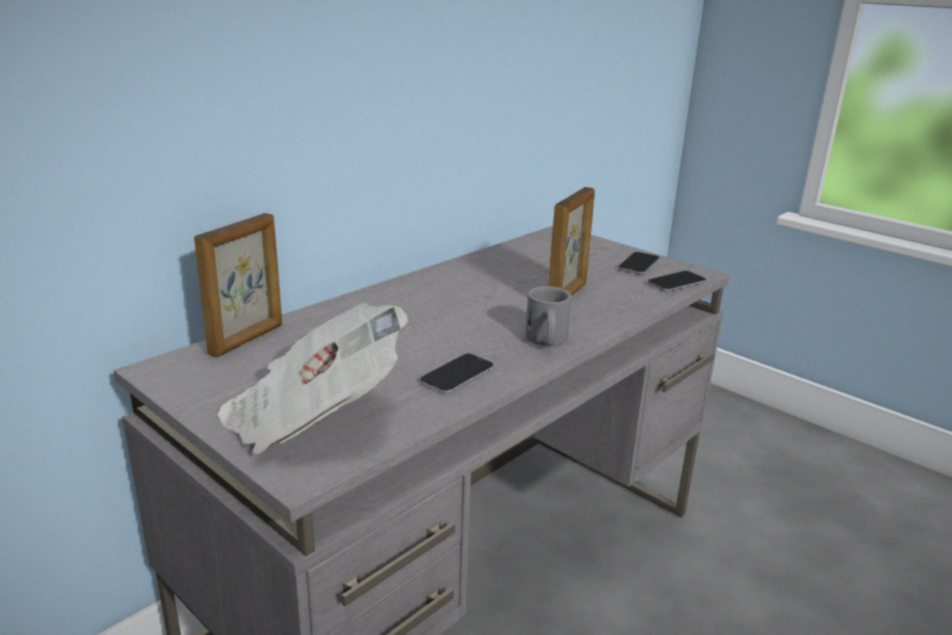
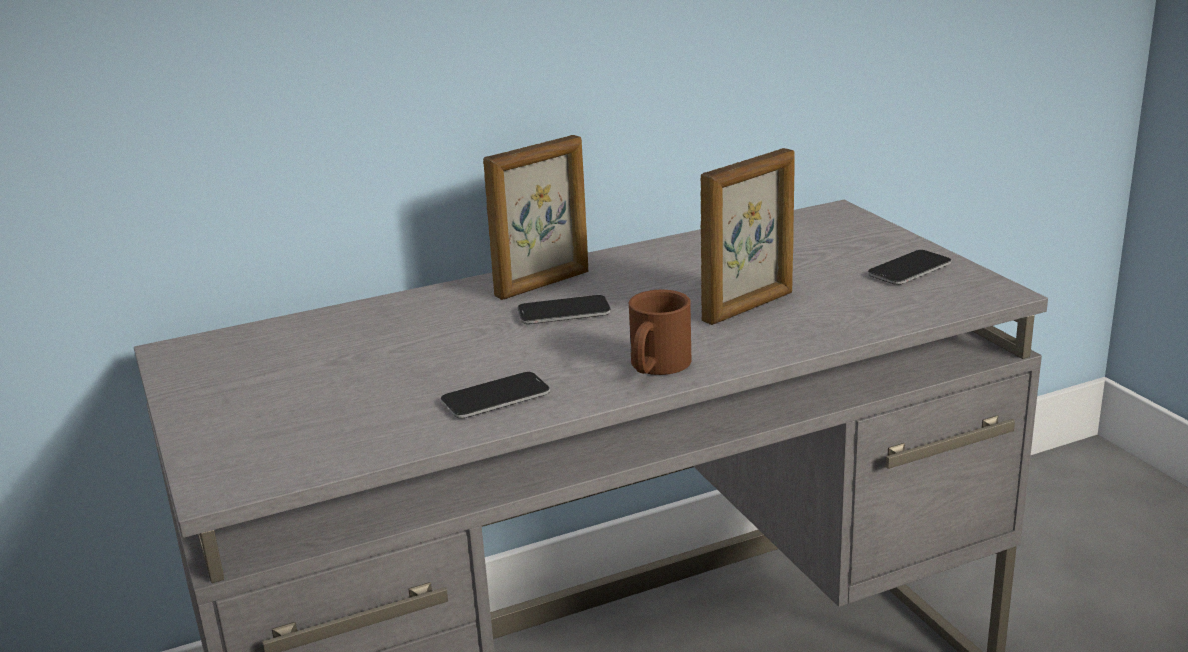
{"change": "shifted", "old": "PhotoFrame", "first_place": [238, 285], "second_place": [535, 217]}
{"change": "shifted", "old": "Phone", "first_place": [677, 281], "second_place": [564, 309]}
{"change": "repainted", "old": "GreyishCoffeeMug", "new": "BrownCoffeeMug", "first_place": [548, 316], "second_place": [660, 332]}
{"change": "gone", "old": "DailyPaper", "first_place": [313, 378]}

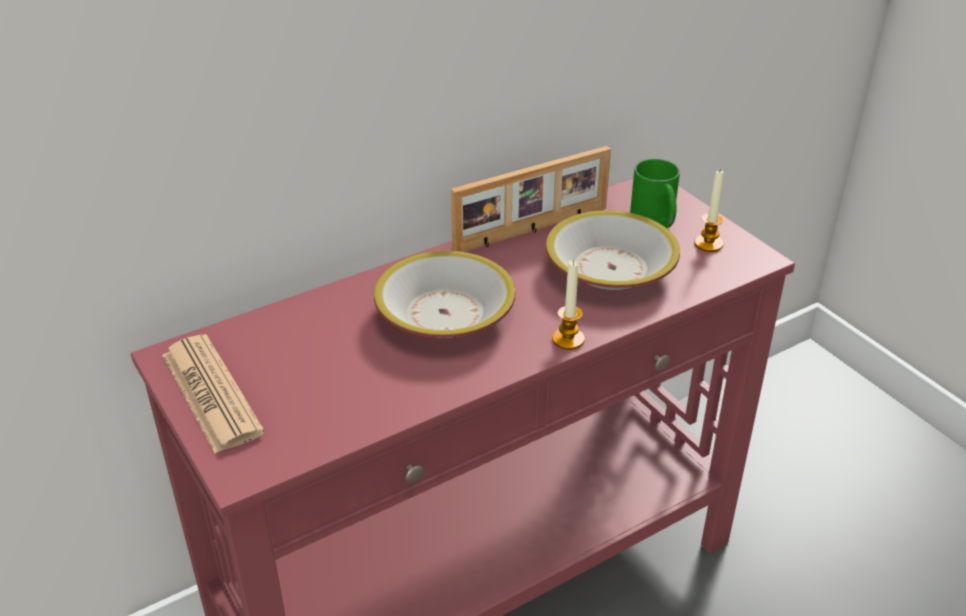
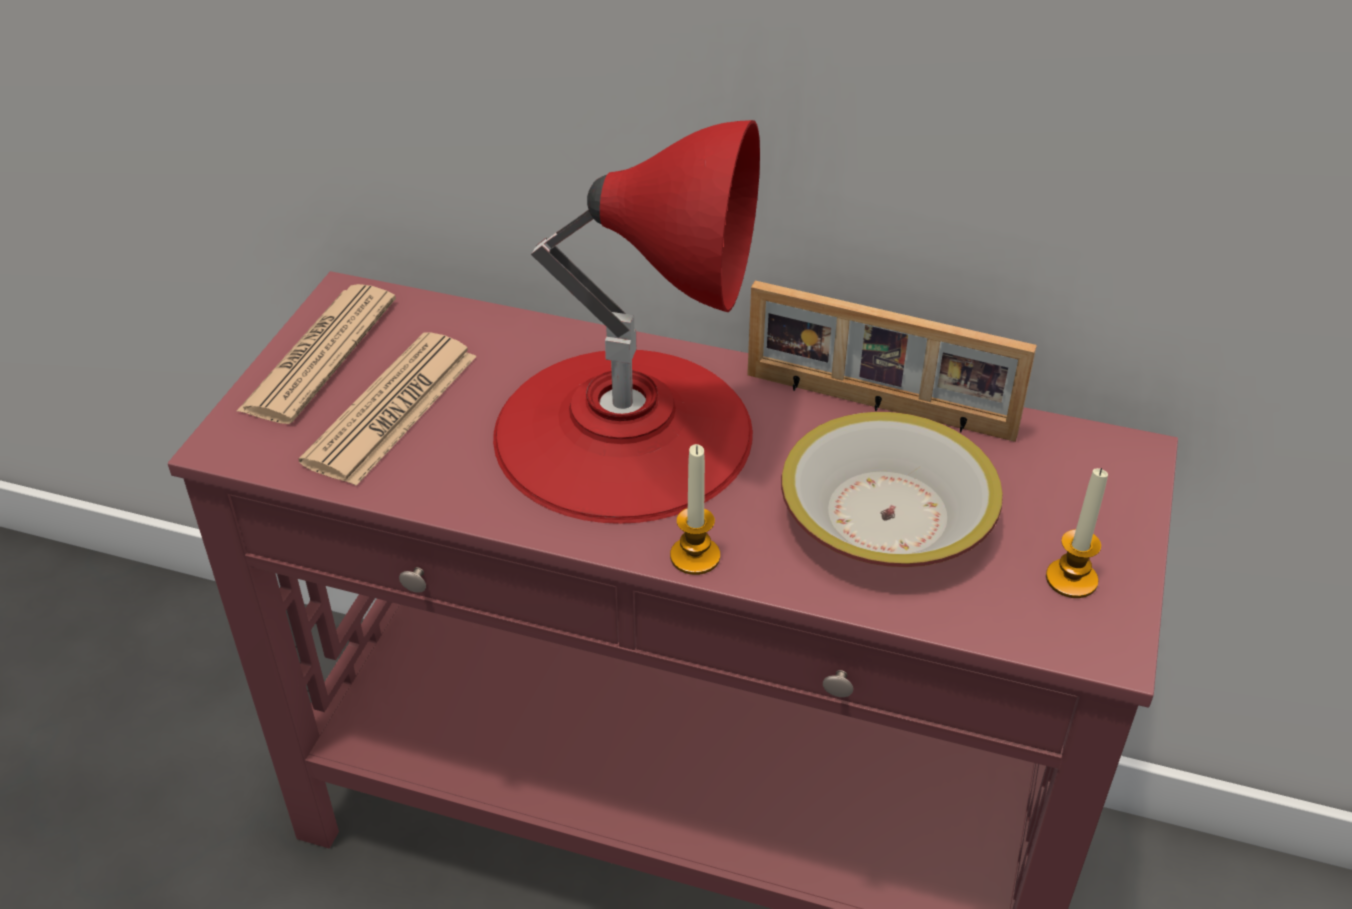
{"change": "new", "new": "DailyPaper", "second_place": [387, 409]}
{"change": "swapped", "old": "DeepDish", "new": "ReddishTableLamp", "first_place": [445, 294], "second_place": [626, 322]}
{"change": "gone", "old": "GreenColouredCoffeeMug", "first_place": [655, 193]}

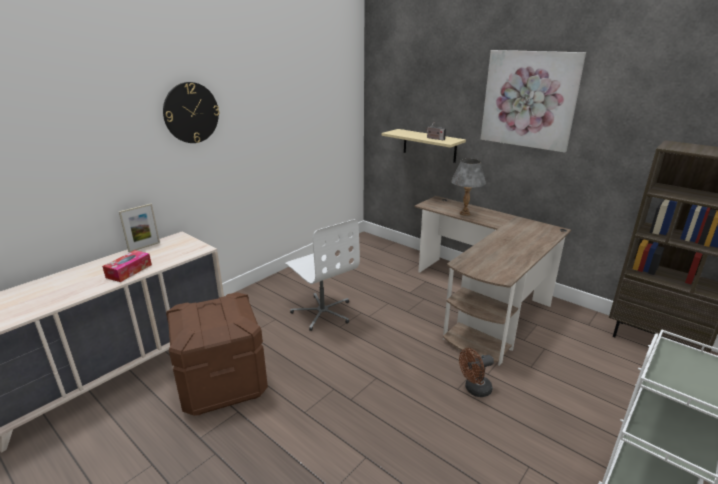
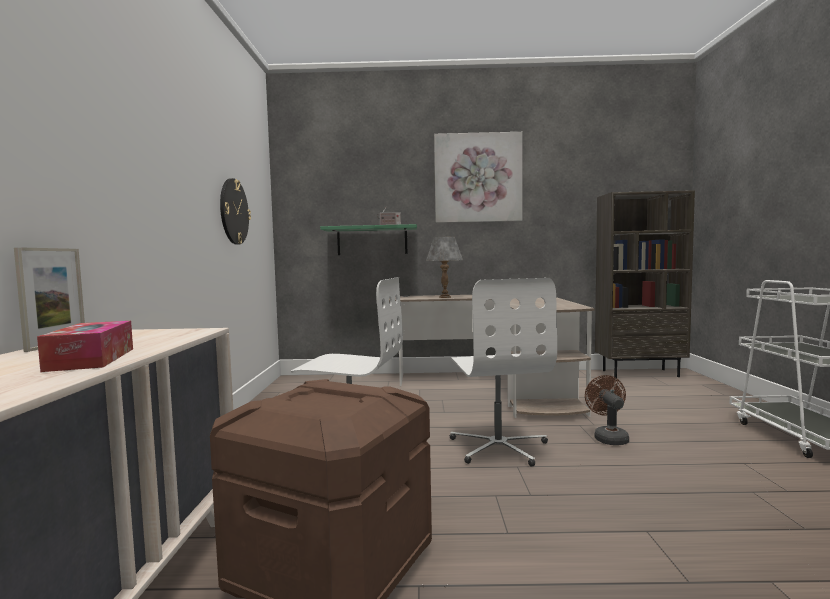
{"change": "shifted", "old": "ClockOnTheWall", "first_place": [191, 112], "second_place": [235, 211]}
{"change": "repainted", "old": "SandColouredBracketShelf", "new": "GreenColouredBracketShelf", "first_place": [423, 146], "second_place": [368, 239]}
{"change": "new", "new": "WhitishOfficeChair", "second_place": [503, 372]}
{"change": "rotated", "old": "BrownFan", "first_place": [476, 372], "second_place": [607, 410], "degrees": 150}

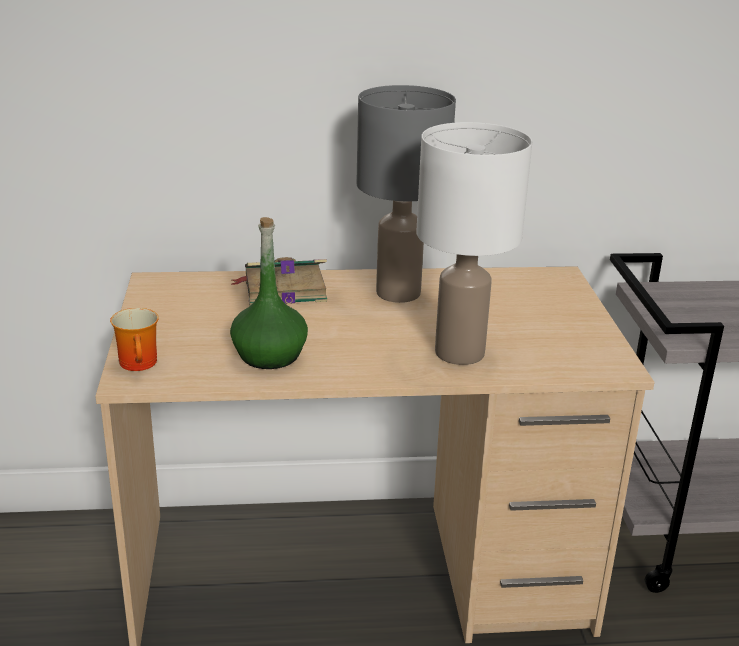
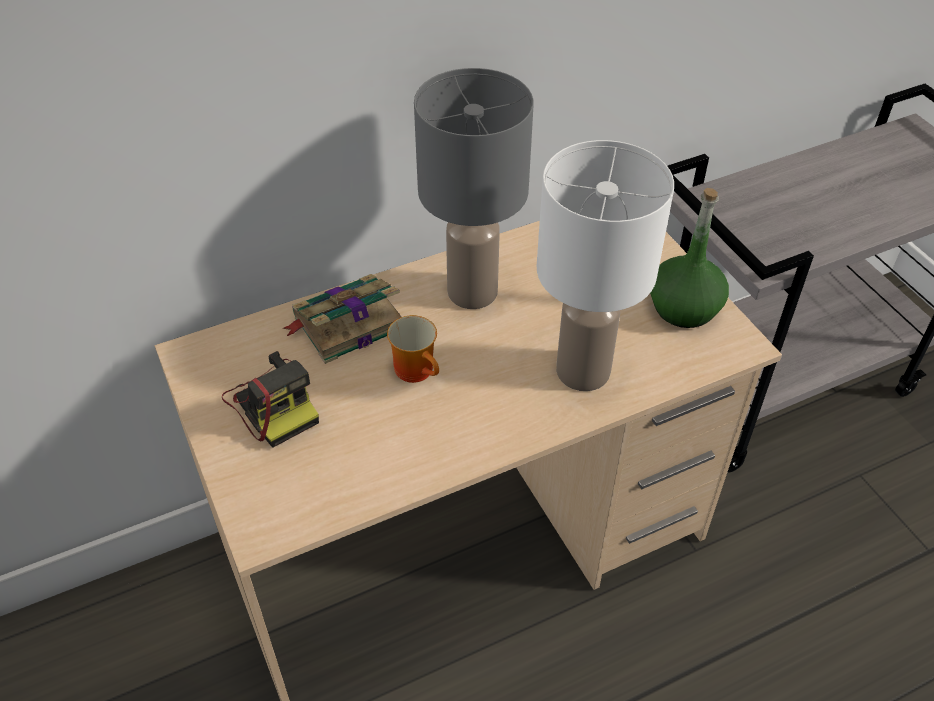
{"change": "new", "new": "PhotoCamera", "second_place": [270, 399]}
{"change": "shifted", "old": "CoffeeMug", "first_place": [134, 339], "second_place": [413, 349]}
{"change": "shifted", "old": "GreenColouredBottle", "first_place": [269, 293], "second_place": [689, 258]}

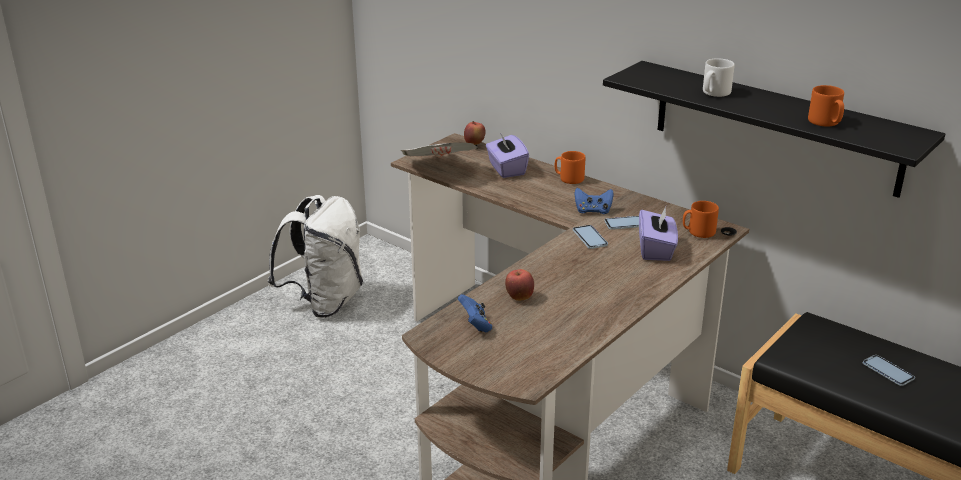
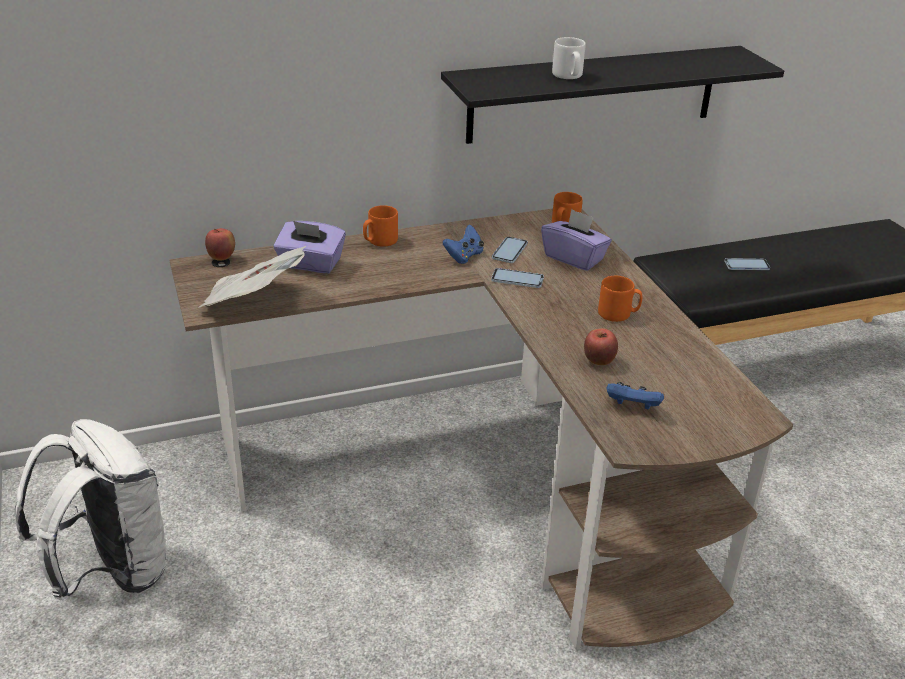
{"change": "shifted", "old": "OrangeColouredCoffeeMug", "first_place": [826, 105], "second_place": [620, 299]}

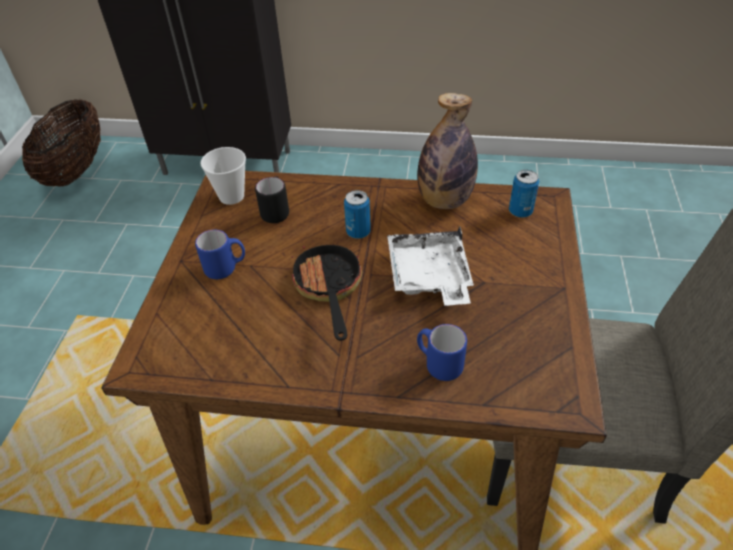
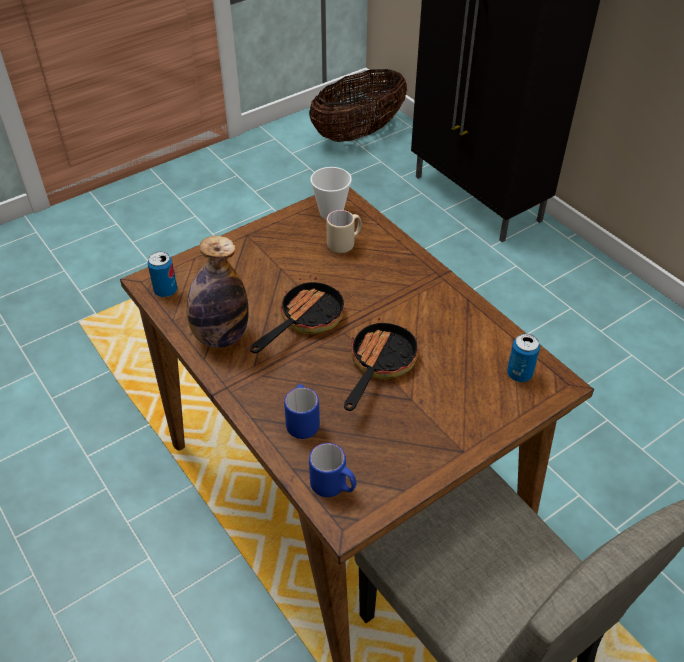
{"change": "shifted", "old": "MetalCan", "first_place": [357, 214], "second_place": [162, 274]}
{"change": "shifted", "old": "Bottle", "first_place": [447, 151], "second_place": [218, 292]}
{"change": "shifted", "old": "BlueCoffeeMug", "first_place": [220, 254], "second_place": [332, 470]}
{"change": "repainted", "old": "BlackCoffeeMug", "new": "SandColouredCoffeeMug", "first_place": [272, 200], "second_place": [344, 231]}
{"change": "swapped", "old": "WhitishCarryingTray", "new": "Pan", "first_place": [430, 266], "second_place": [381, 364]}

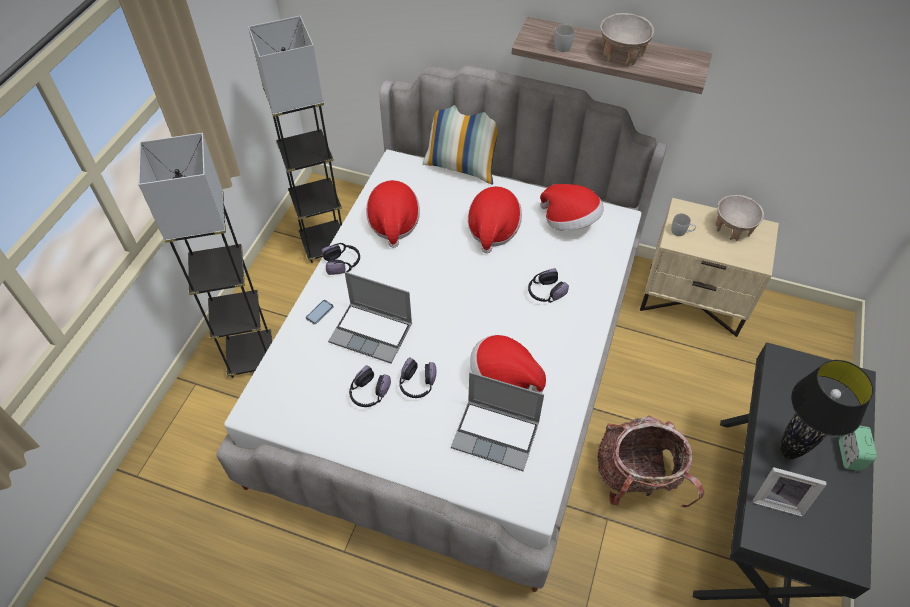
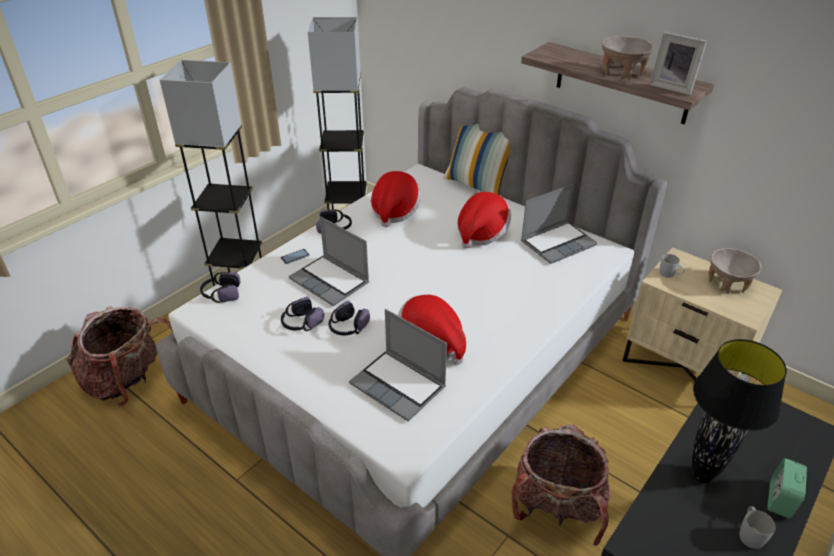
{"change": "new", "new": "Backpack", "second_place": [119, 356]}
{"change": "shifted", "old": "Headset", "first_place": [548, 285], "second_place": [220, 287]}
{"change": "swapped", "old": "Hat", "new": "PortableComputer", "first_place": [572, 207], "second_place": [559, 224]}
{"change": "shifted", "old": "PhotoFrame", "first_place": [790, 492], "second_place": [678, 63]}
{"change": "shifted", "old": "WhitishCoffeeMug", "first_place": [564, 38], "second_place": [757, 527]}

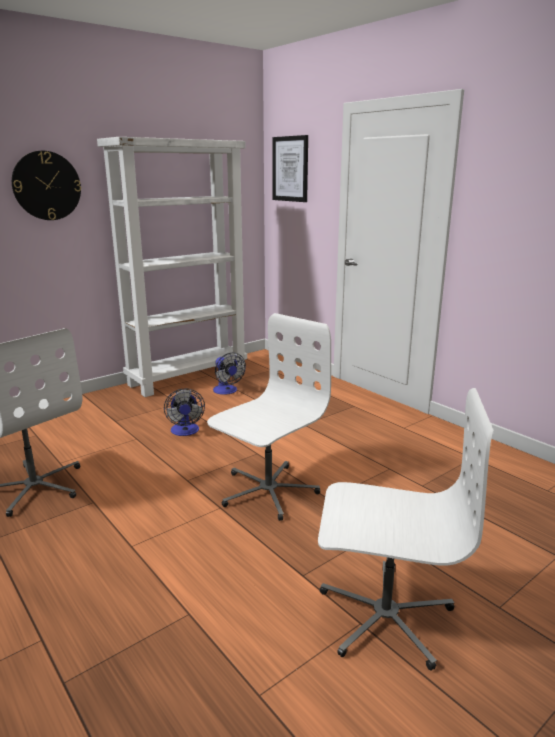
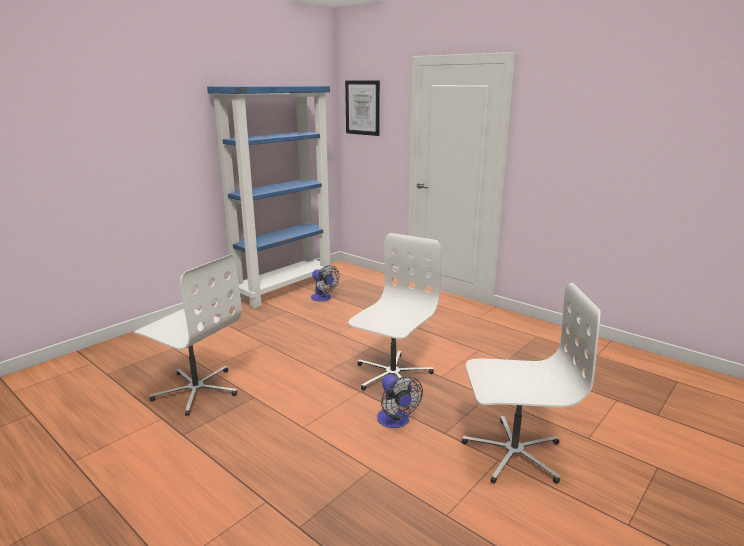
{"change": "repainted", "old": "WhitishBookcase", "new": "BlueBookcase", "first_place": [172, 267], "second_place": [270, 197]}
{"change": "shifted", "old": "Fan", "first_place": [184, 412], "second_place": [400, 401]}
{"change": "gone", "old": "ClockOnTheWall", "first_place": [46, 185]}

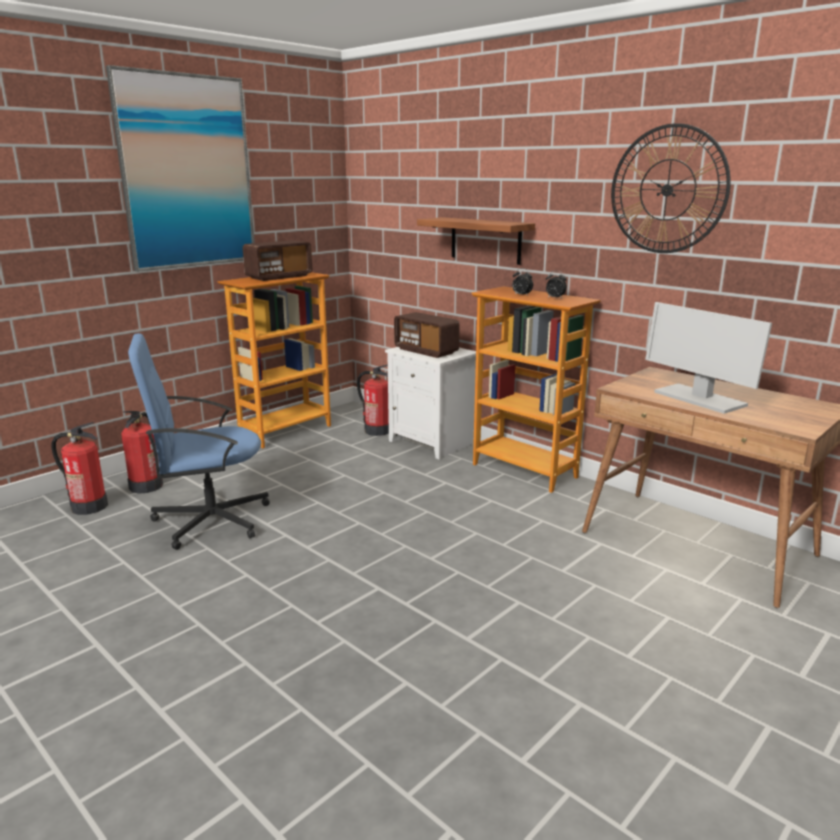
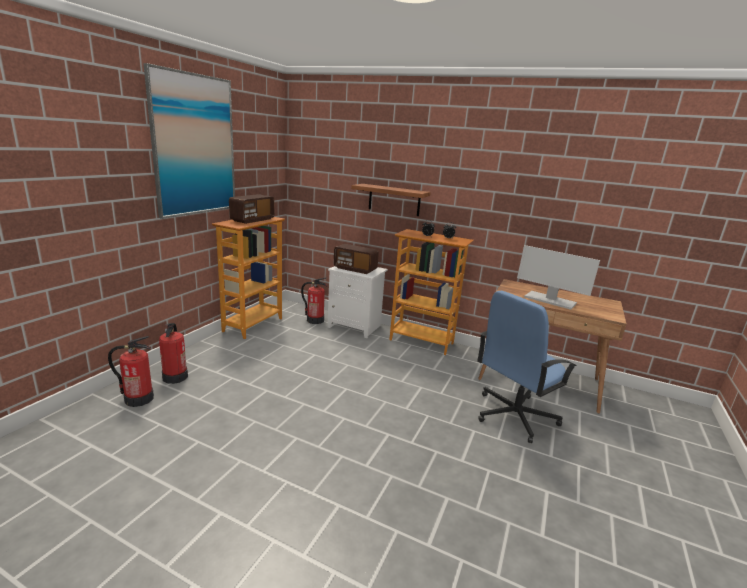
{"change": "shifted", "old": "BlueOfficeChair", "first_place": [199, 441], "second_place": [527, 367]}
{"change": "gone", "old": "ClockOnTheWall", "first_place": [671, 188]}

